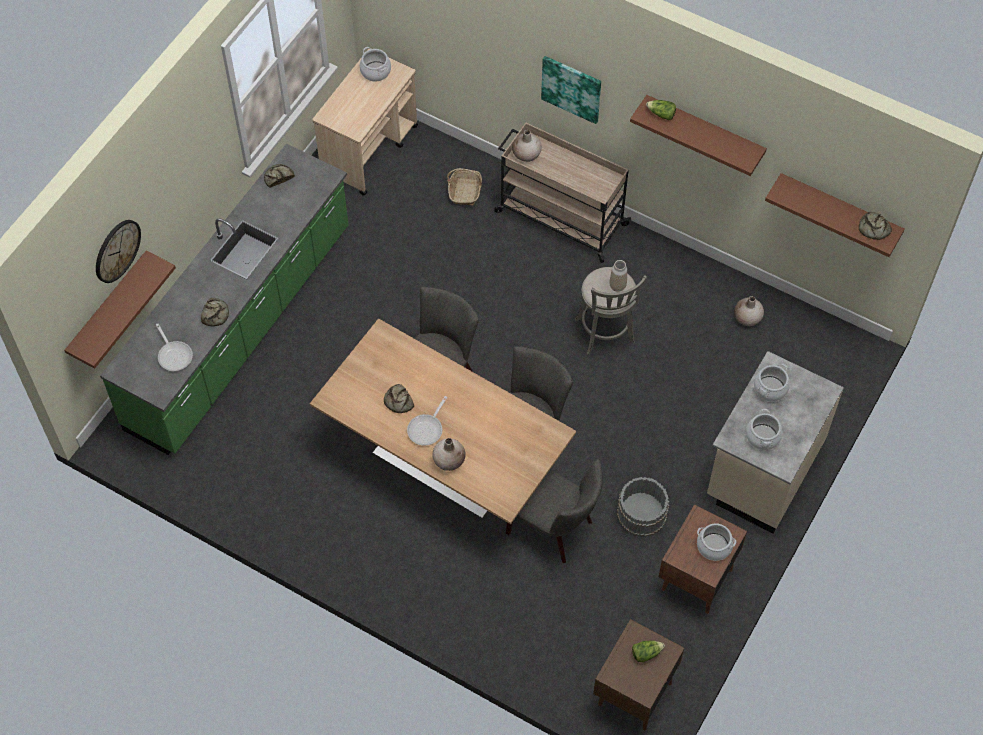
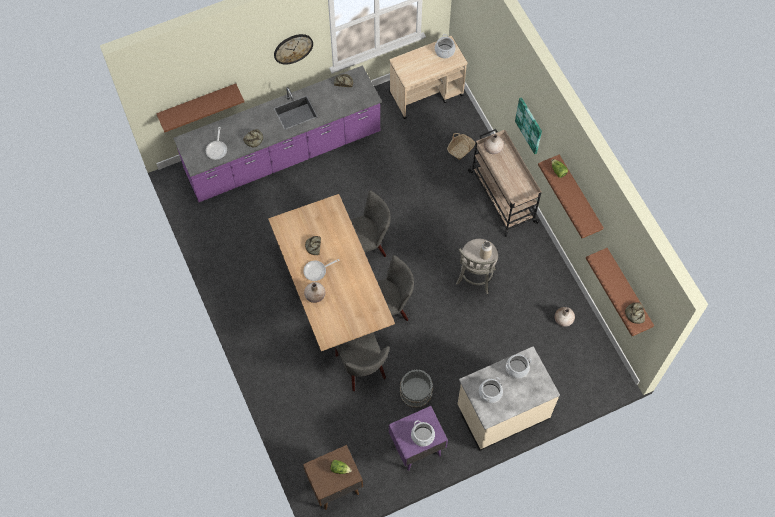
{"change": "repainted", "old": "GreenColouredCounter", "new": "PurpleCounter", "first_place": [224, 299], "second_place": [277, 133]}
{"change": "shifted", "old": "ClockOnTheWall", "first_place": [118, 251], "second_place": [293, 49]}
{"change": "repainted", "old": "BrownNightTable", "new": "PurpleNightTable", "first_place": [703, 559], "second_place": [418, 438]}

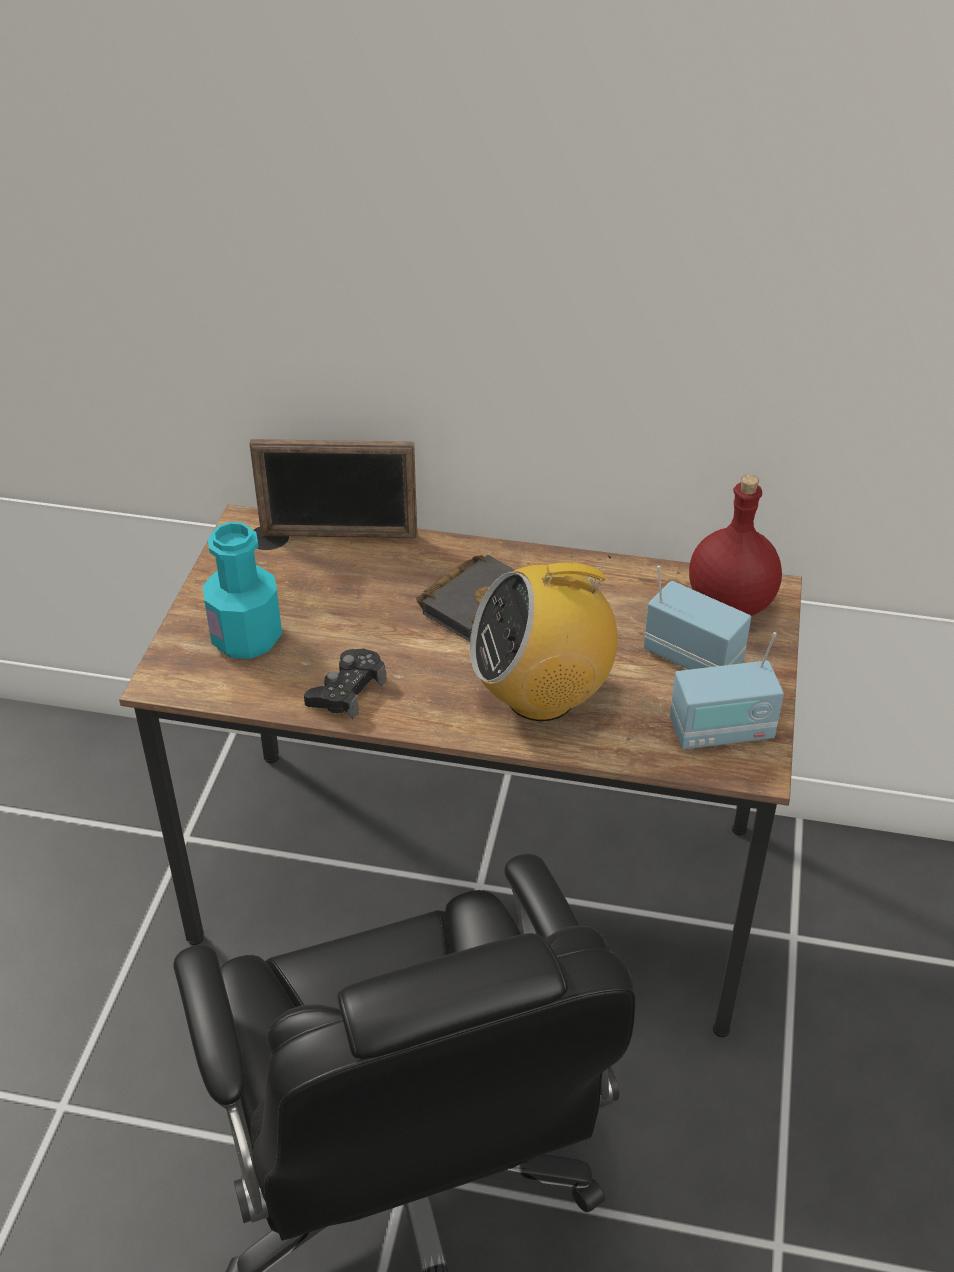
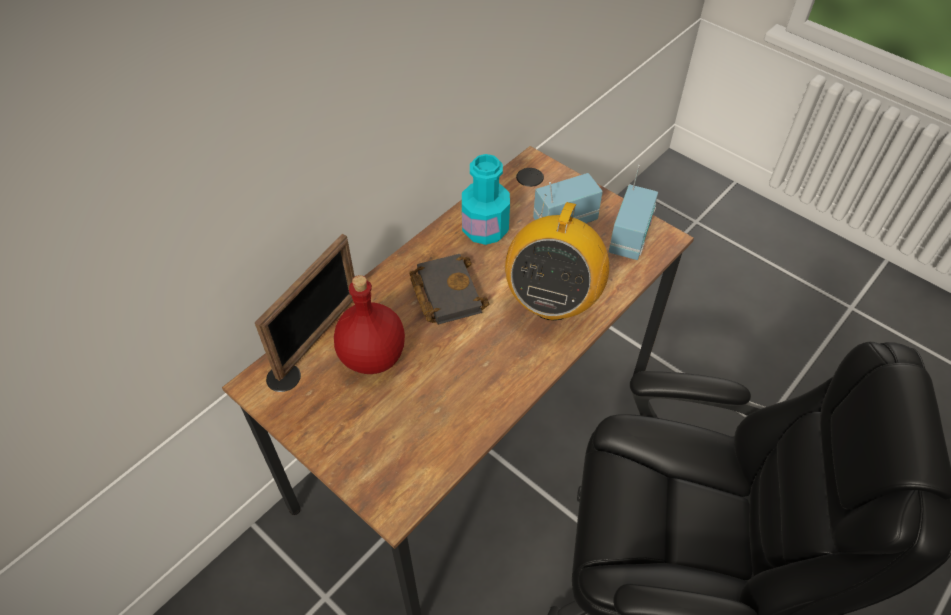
{"change": "shifted", "old": "ReddishBottle", "first_place": [735, 545], "second_place": [369, 324]}
{"change": "shifted", "old": "BlueGreenBottle", "first_place": [242, 590], "second_place": [486, 199]}
{"change": "gone", "old": "BlackGamepad", "first_place": [345, 683]}

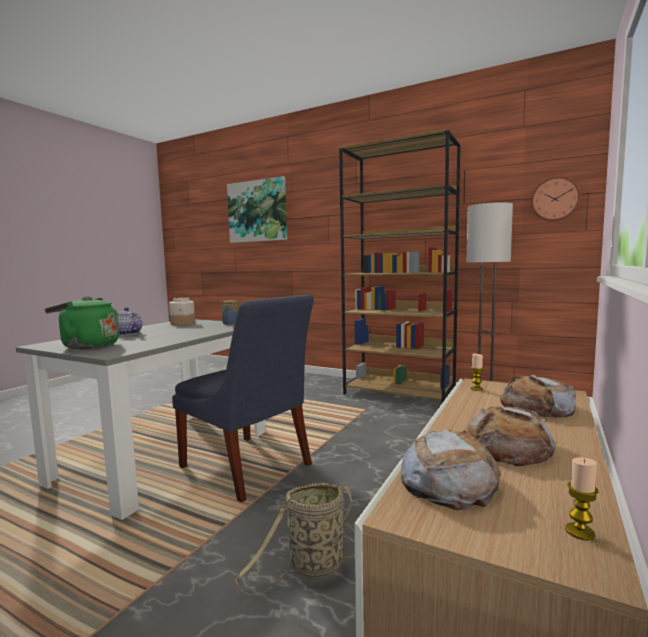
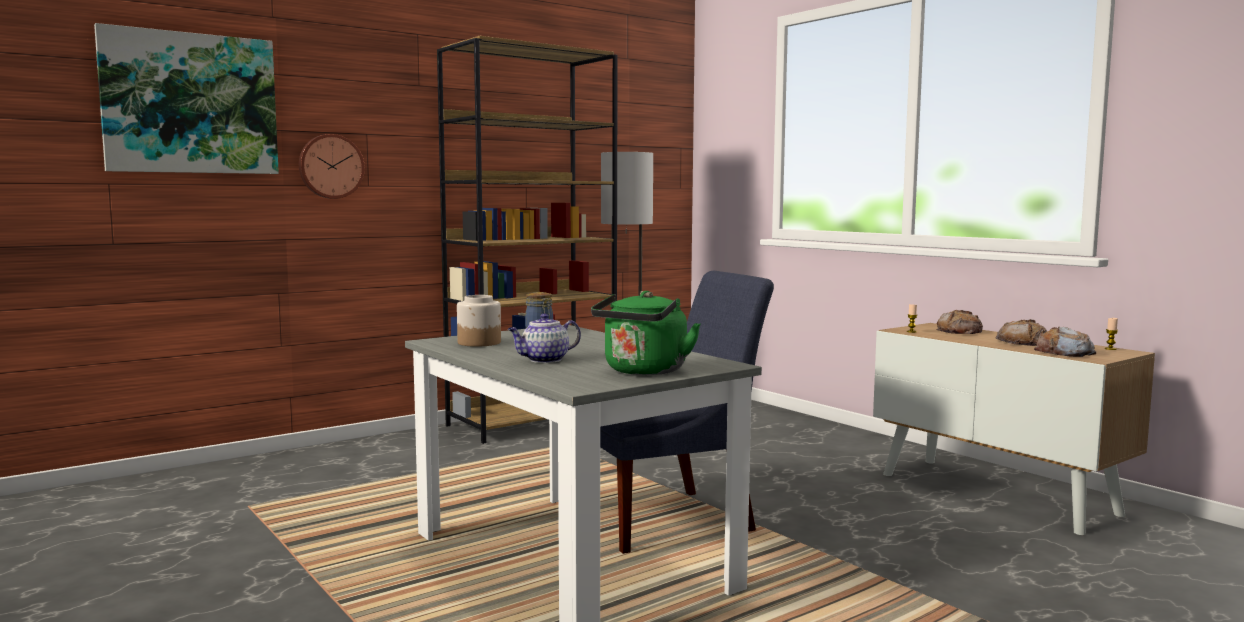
{"change": "shifted", "old": "ClockOnTheWall", "first_place": [556, 199], "second_place": [332, 166]}
{"change": "gone", "old": "HouseholdBasket", "first_place": [295, 539]}

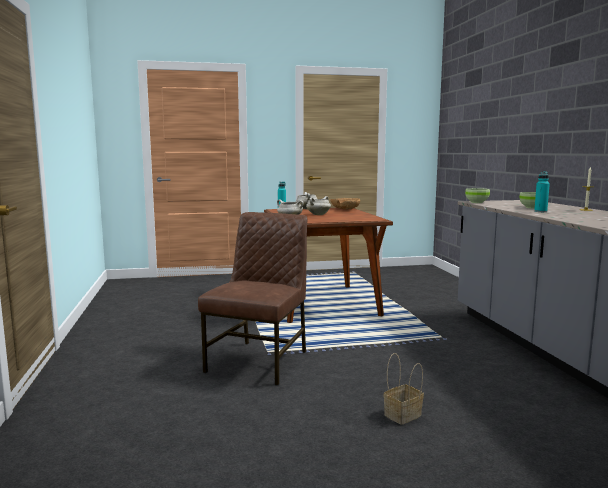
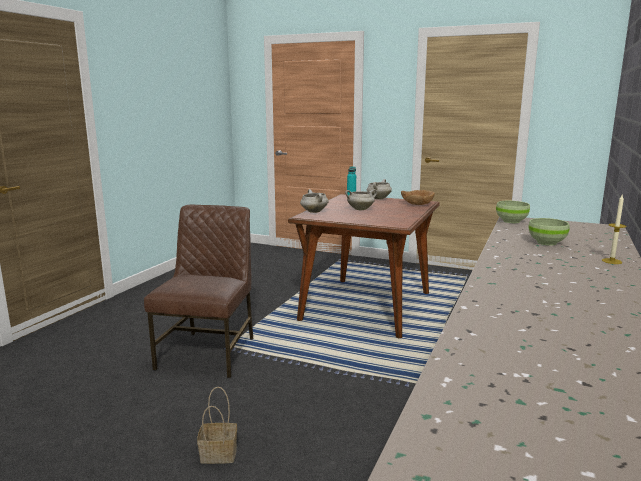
{"change": "rotated", "old": "BrownUprightChair", "first_place": [252, 299], "second_place": [198, 291], "degrees": -45}
{"change": "gone", "old": "BlueGreenBottle", "first_place": [542, 192]}

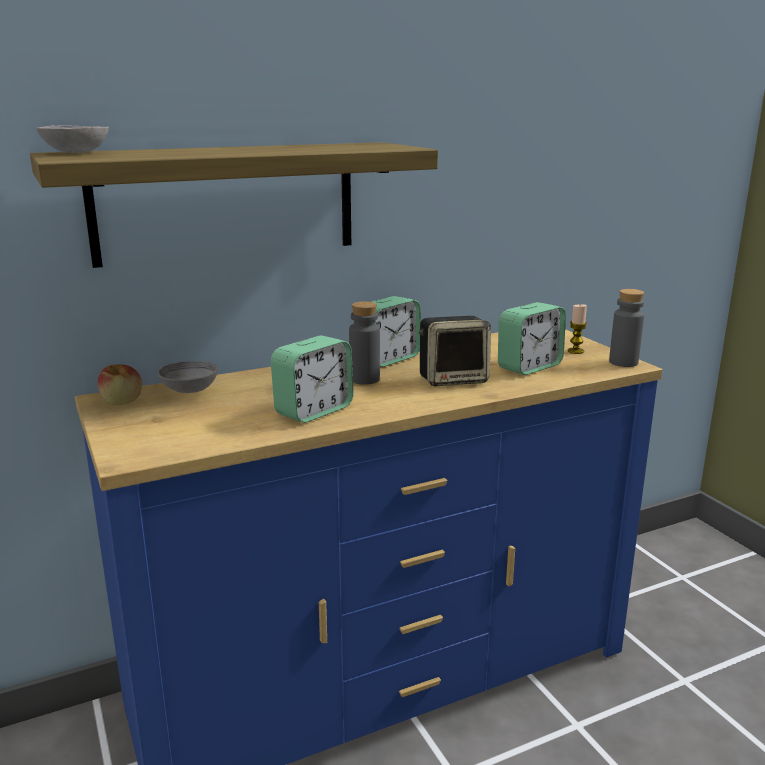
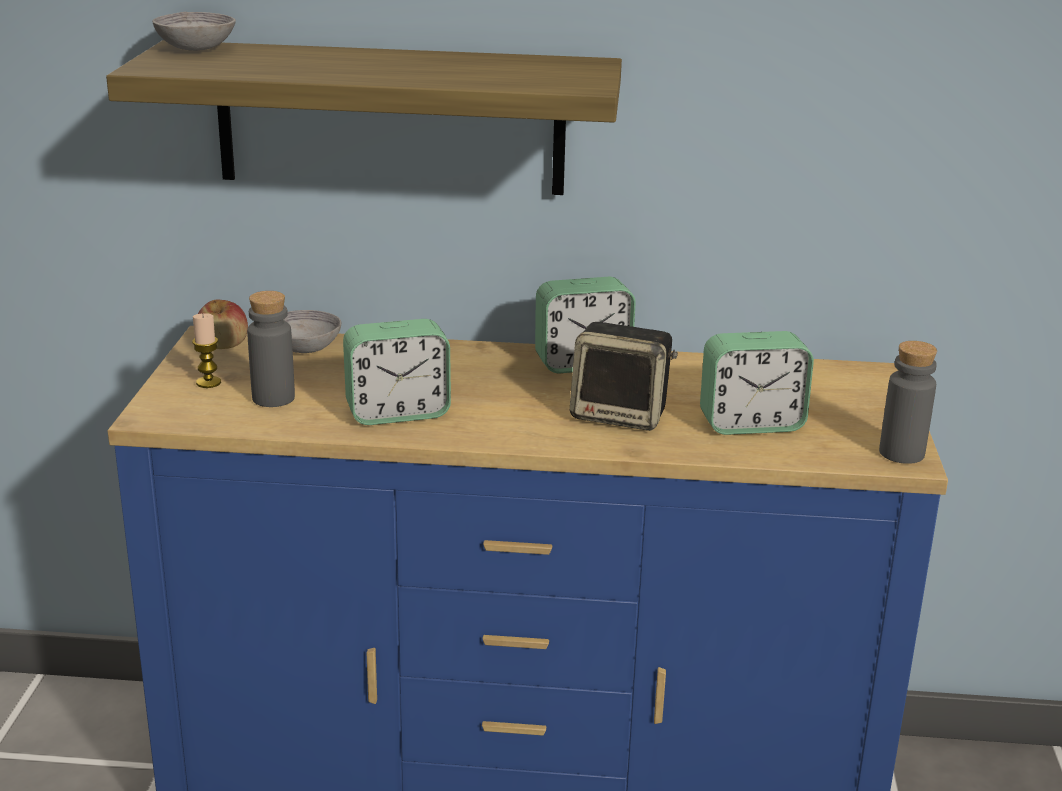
{"change": "shifted", "old": "WaxCandle", "first_place": [577, 329], "second_place": [206, 350]}
{"change": "shifted", "old": "GreyishBottle", "first_place": [364, 343], "second_place": [271, 349]}

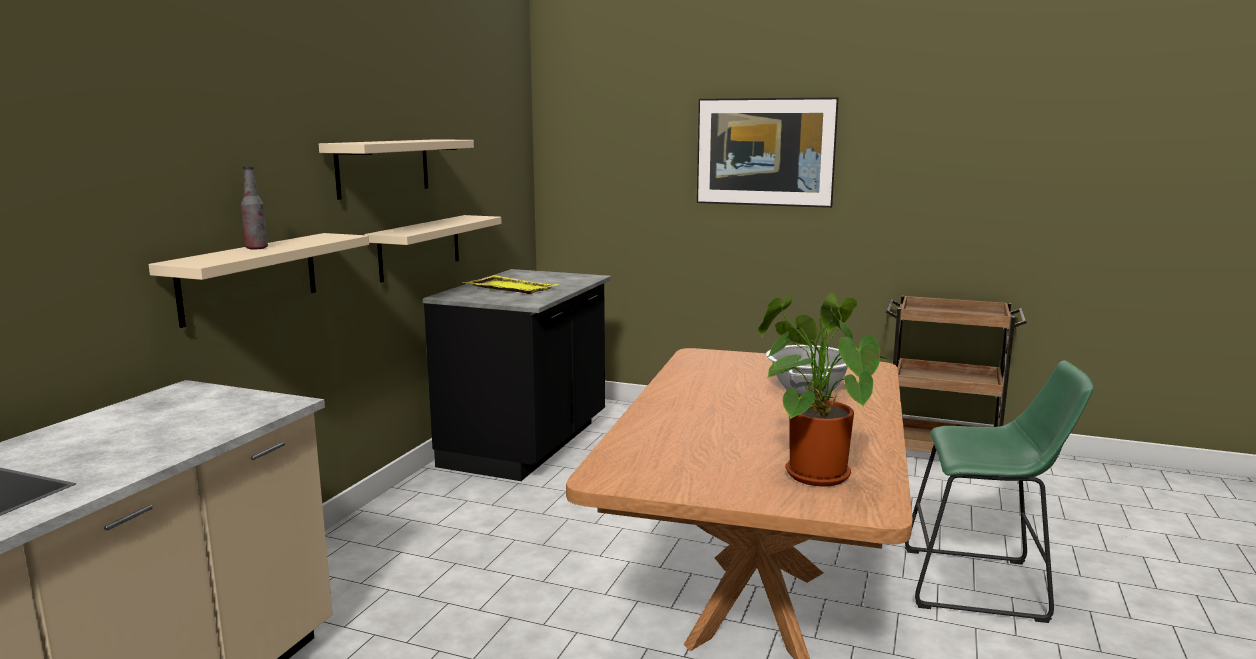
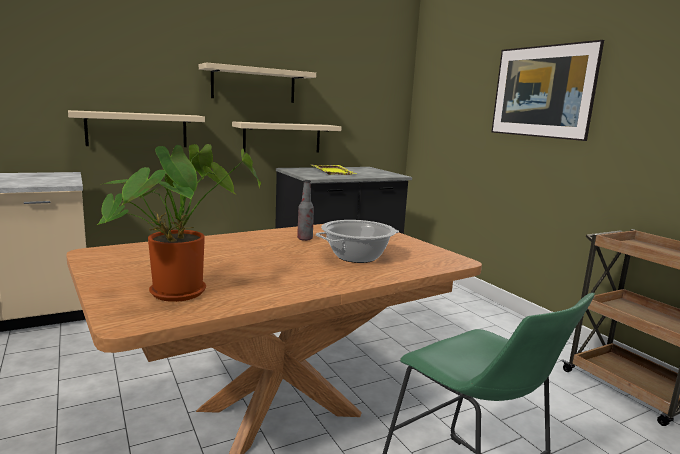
{"change": "shifted", "old": "Bottle", "first_place": [254, 208], "second_place": [305, 210]}

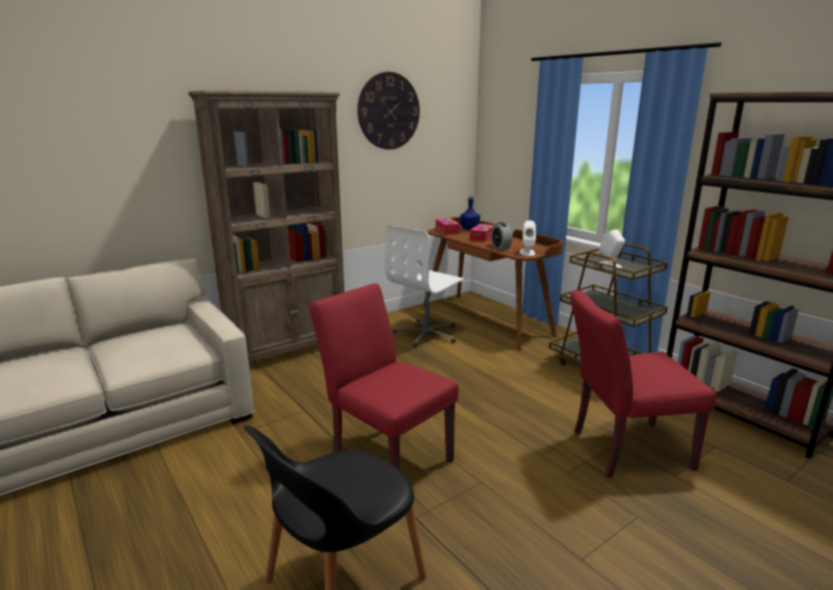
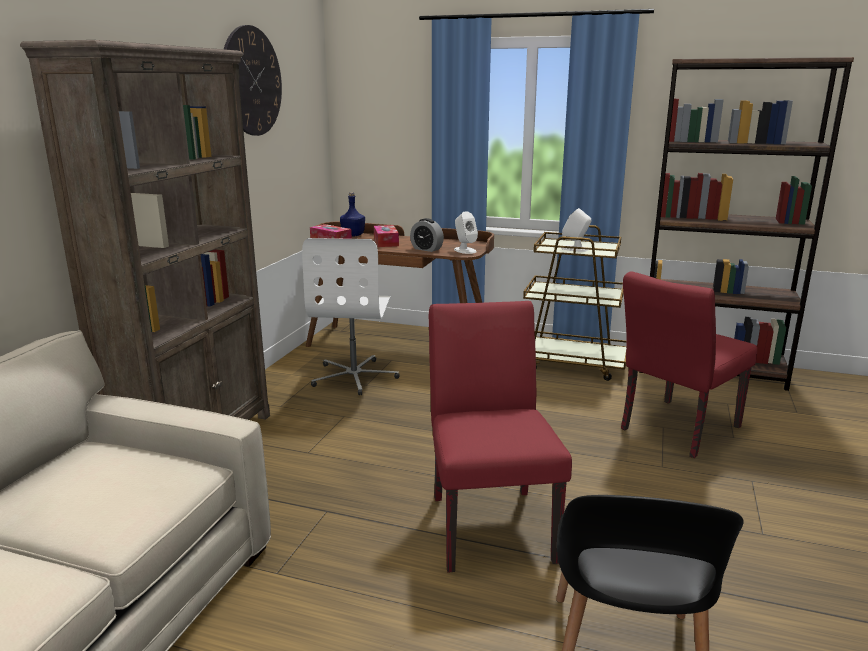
{"change": "rotated", "old": "ReddishUprightChair", "first_place": [384, 376], "second_place": [500, 436], "degrees": 75}

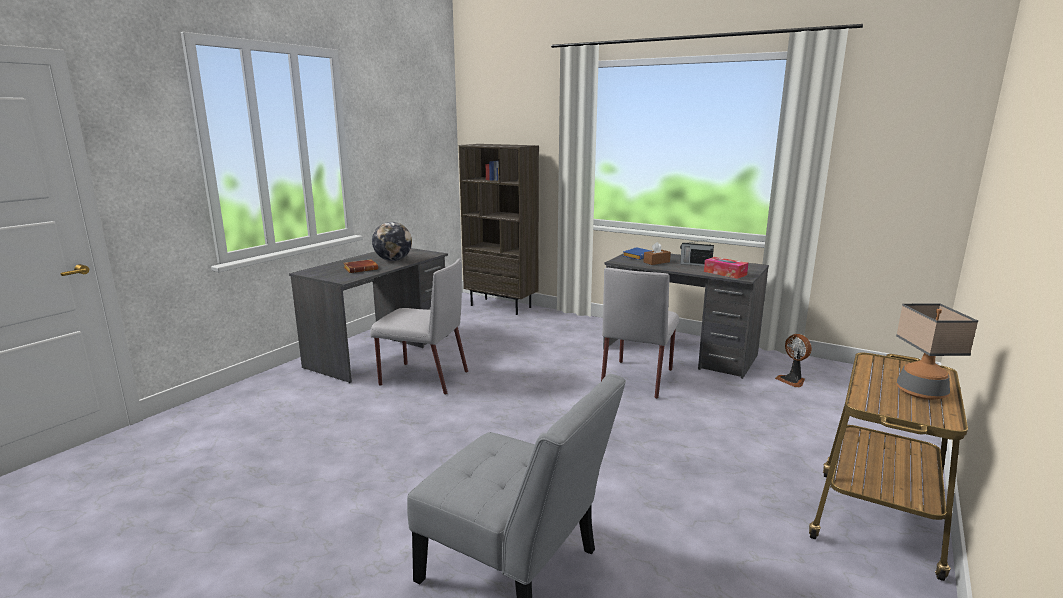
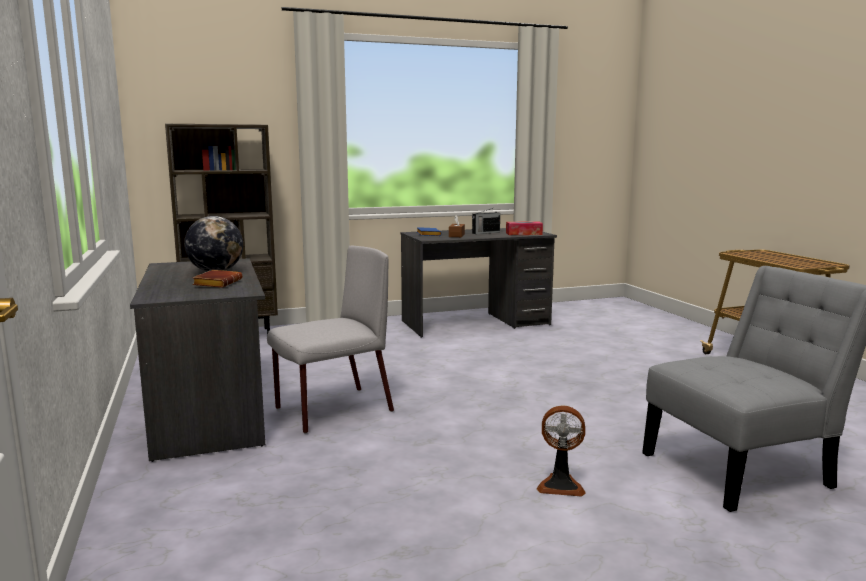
{"change": "shifted", "old": "Fan", "first_place": [793, 360], "second_place": [561, 451]}
{"change": "gone", "old": "GreyishUprightChair", "first_place": [640, 333]}
{"change": "gone", "old": "TableLamp", "first_place": [937, 352]}

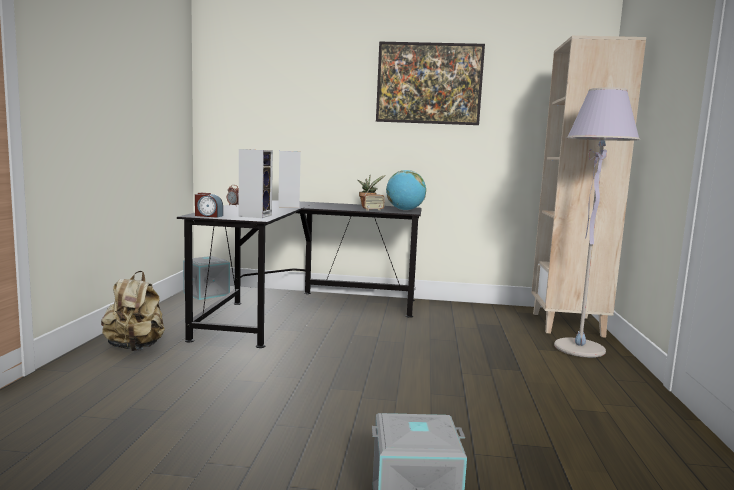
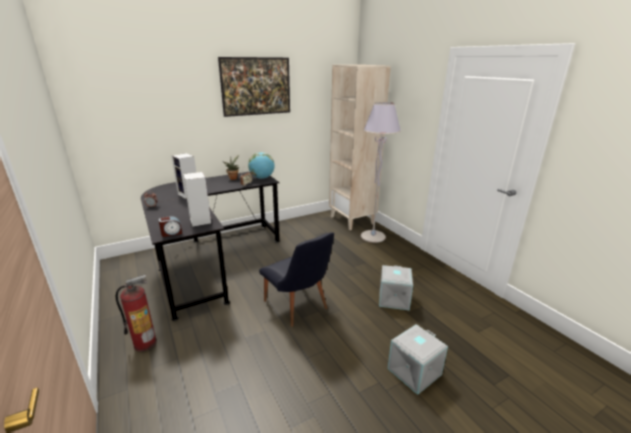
{"change": "swapped", "old": "SandColouredBackpack", "new": "Extinguisher", "first_place": [133, 311], "second_place": [136, 313]}
{"change": "new", "new": "BlackUprightChair", "second_place": [296, 279]}
{"change": "shifted", "old": "GreyishStorageBox", "first_place": [206, 278], "second_place": [396, 287]}

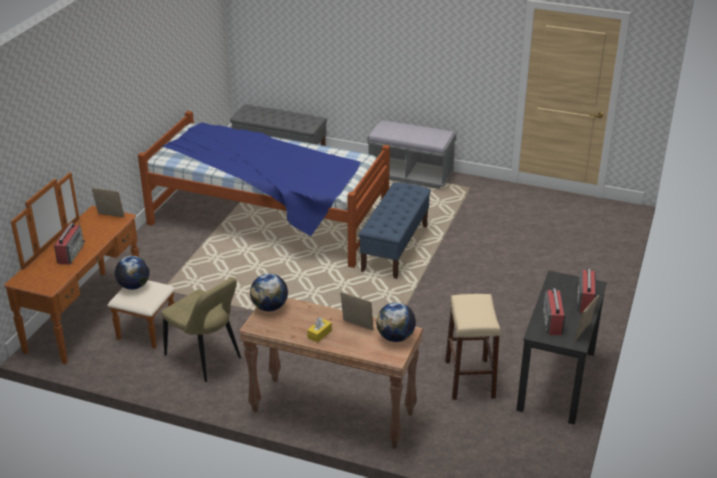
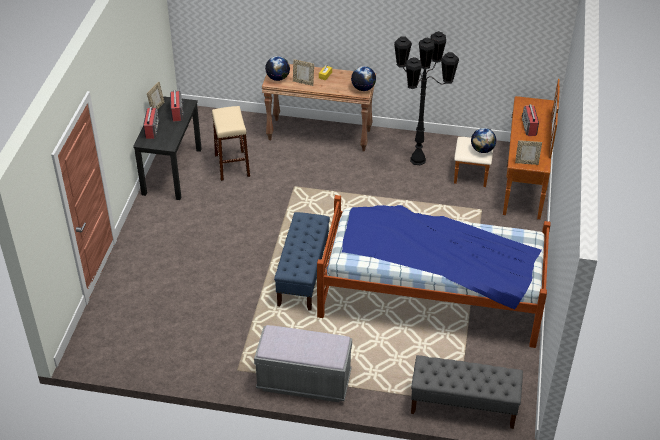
{"change": "swapped", "old": "SandColouredUprightChair", "new": "BlackFloorLamp", "first_place": [201, 329], "second_place": [426, 98]}

